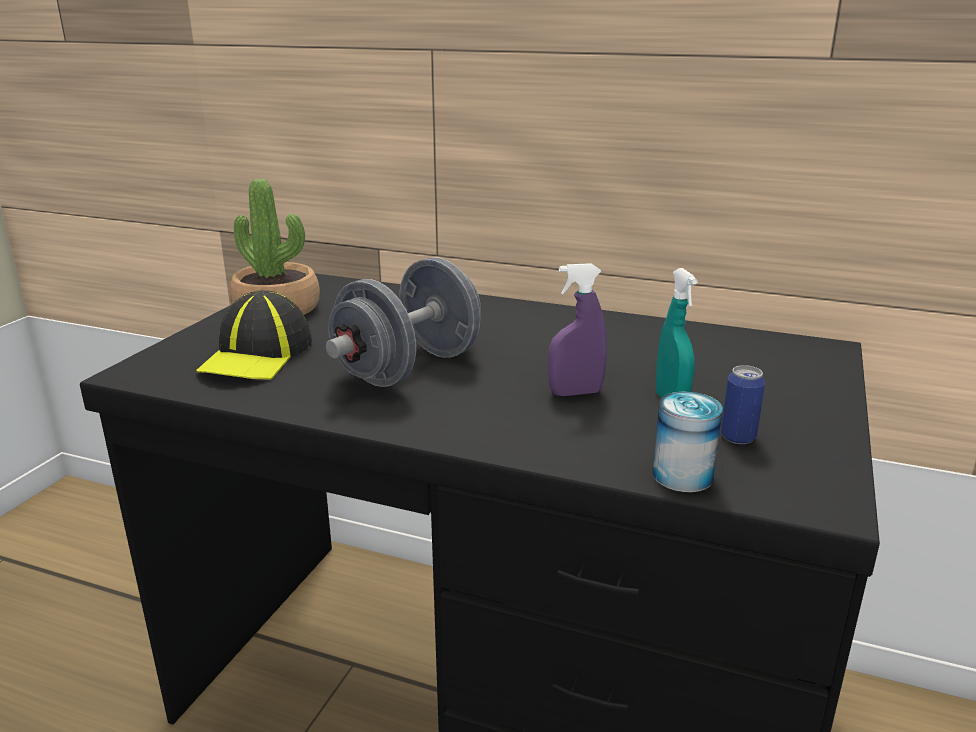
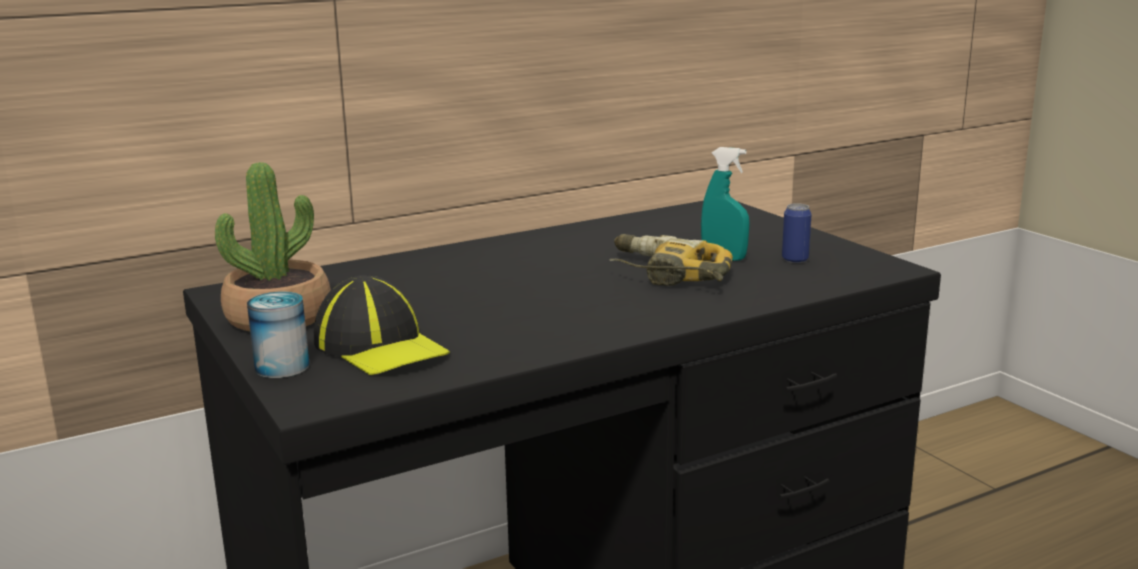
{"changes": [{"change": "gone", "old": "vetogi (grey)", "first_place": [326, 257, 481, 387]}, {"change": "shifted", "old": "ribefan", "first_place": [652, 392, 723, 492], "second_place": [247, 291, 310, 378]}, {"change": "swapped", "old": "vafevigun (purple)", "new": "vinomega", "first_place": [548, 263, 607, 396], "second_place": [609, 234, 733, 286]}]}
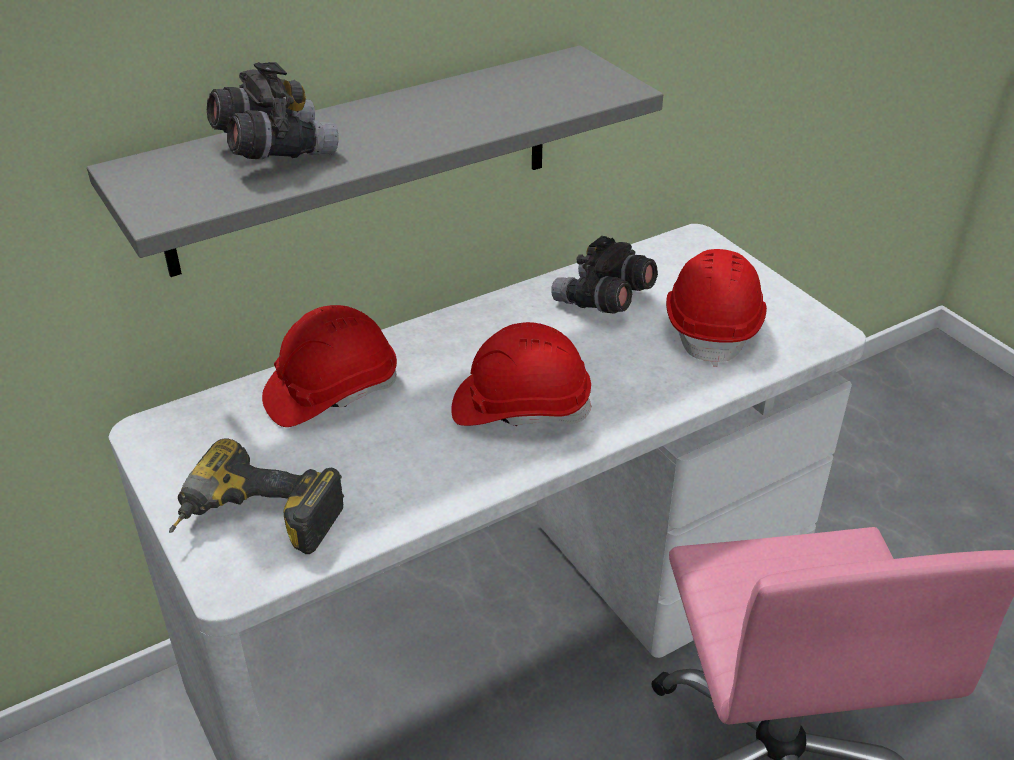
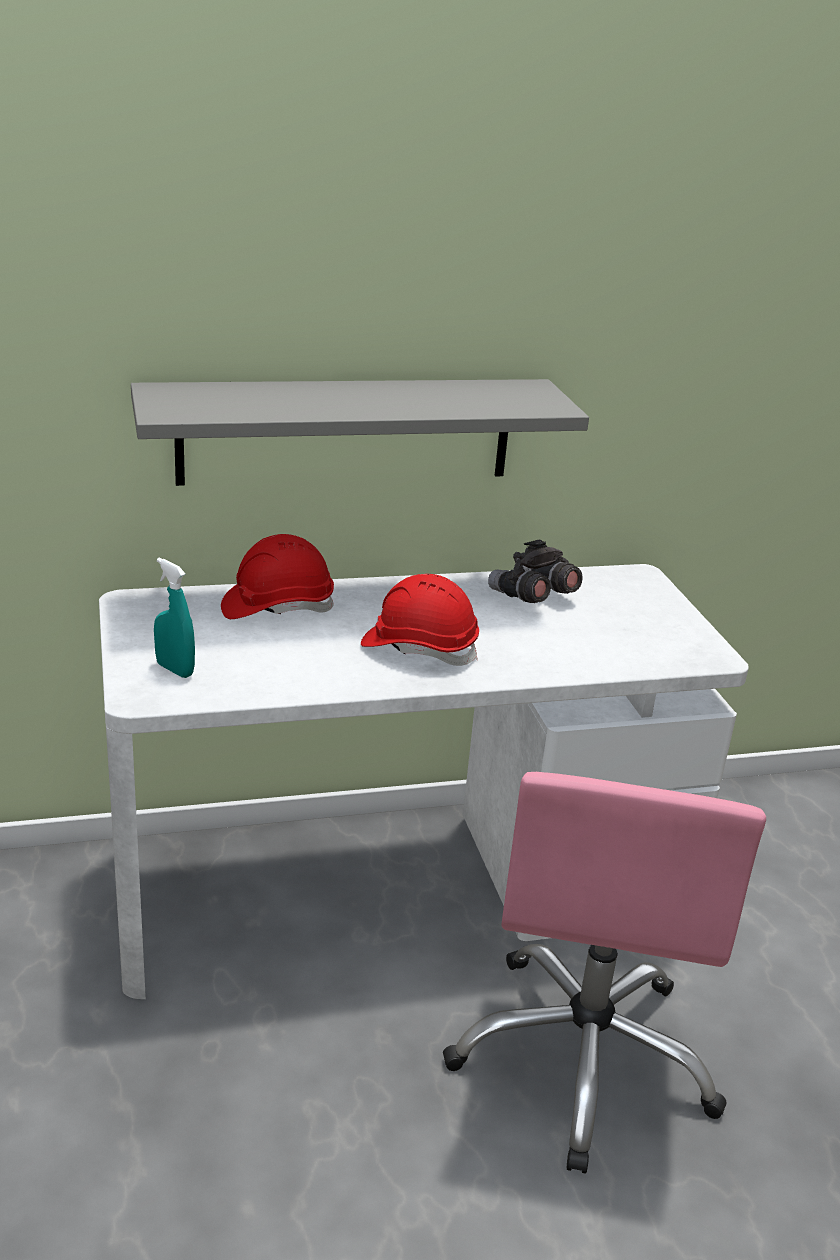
{"changes": [{"change": "gone", "old": "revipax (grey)", "first_place": [207, 62, 338, 160]}, {"change": "gone", "old": "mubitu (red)", "first_place": [666, 249, 767, 367]}, {"change": "swapped", "old": "vinomega", "new": "vafevigun (turquoise)", "first_place": [169, 438, 344, 554], "second_place": [154, 558, 195, 678]}]}
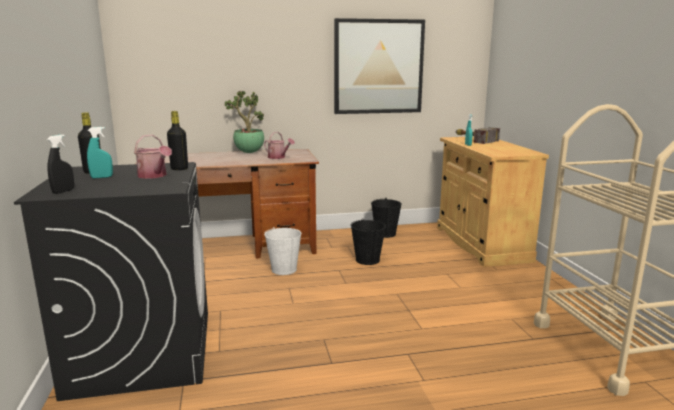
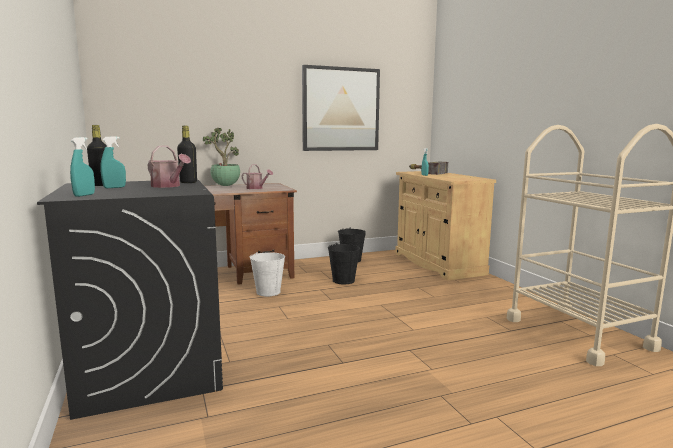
{"changes": [{"change": "repainted", "old": "vafevigun (black)", "new": "vafevigun (turquoise)", "first_place": [47, 135, 74, 194], "second_place": [70, 137, 95, 197]}]}
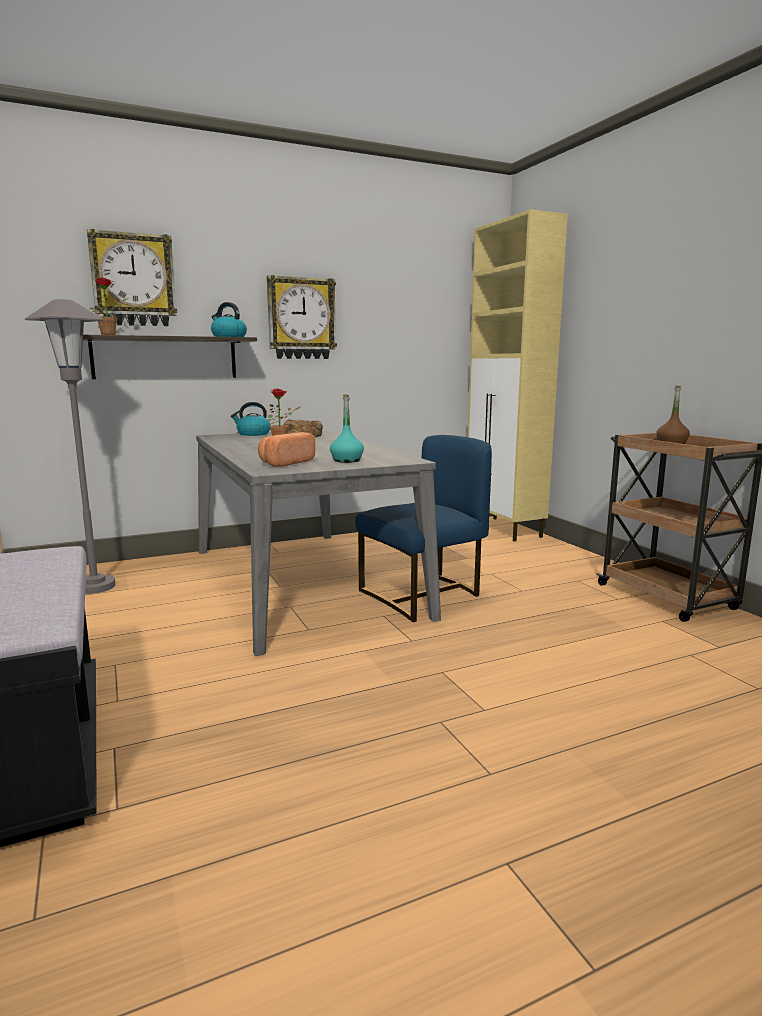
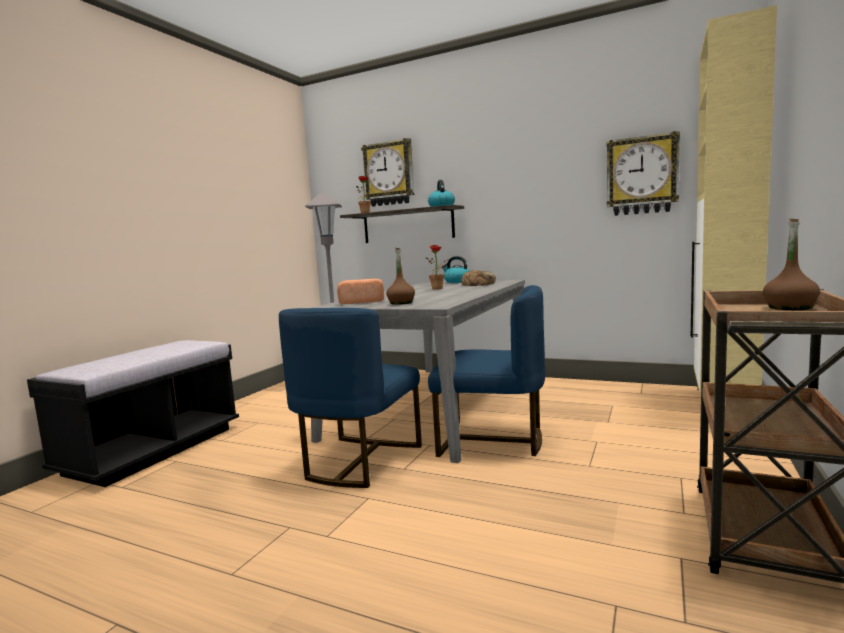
{"changes": [{"change": "new", "new": "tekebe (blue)", "second_place": [279, 308, 422, 488]}, {"change": "shifted", "old": "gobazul", "first_place": [267, 275, 337, 359], "second_place": [606, 131, 680, 216]}, {"change": "repainted", "old": "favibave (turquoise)", "new": "favibave (brown)", "first_place": [330, 395, 364, 463], "second_place": [386, 248, 415, 305]}]}
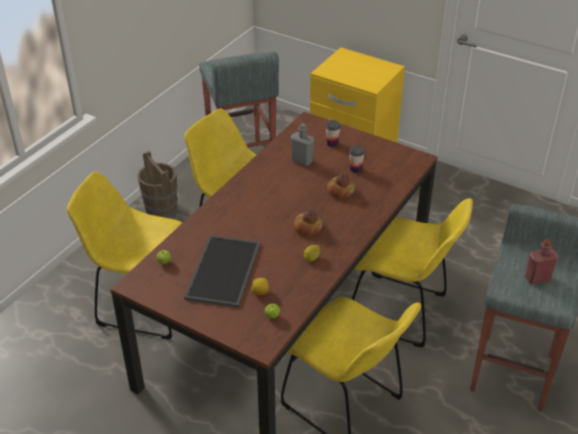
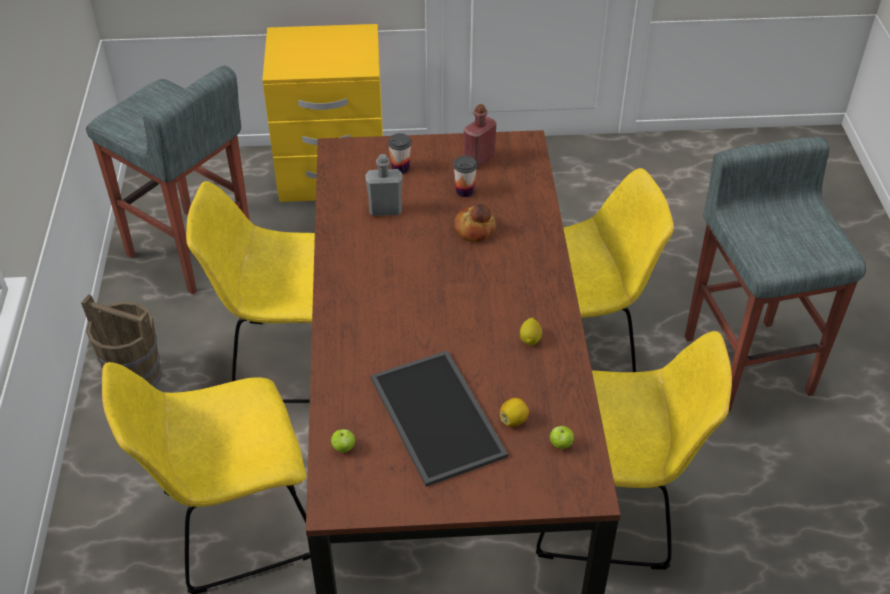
{"changes": [{"change": "gone", "old": "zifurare", "first_place": [293, 210, 322, 236]}, {"change": "shifted", "old": "favibave (red)", "first_place": [525, 239, 558, 284], "second_place": [464, 104, 496, 168]}]}
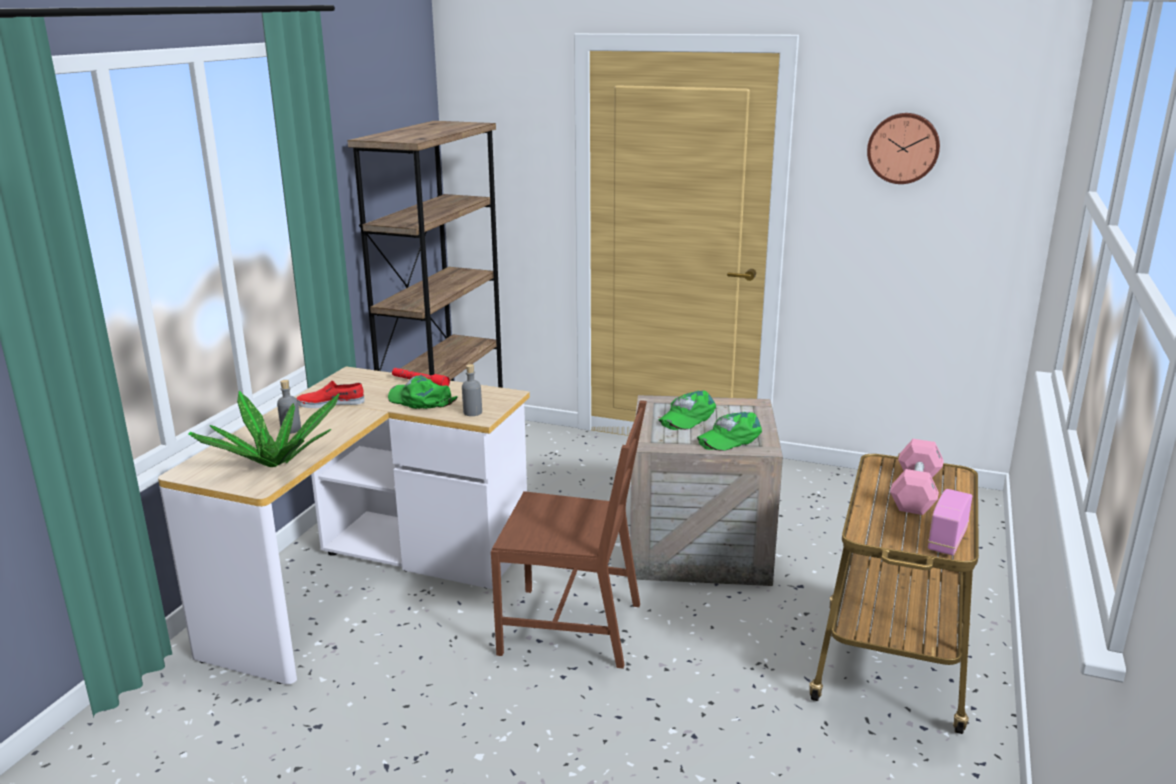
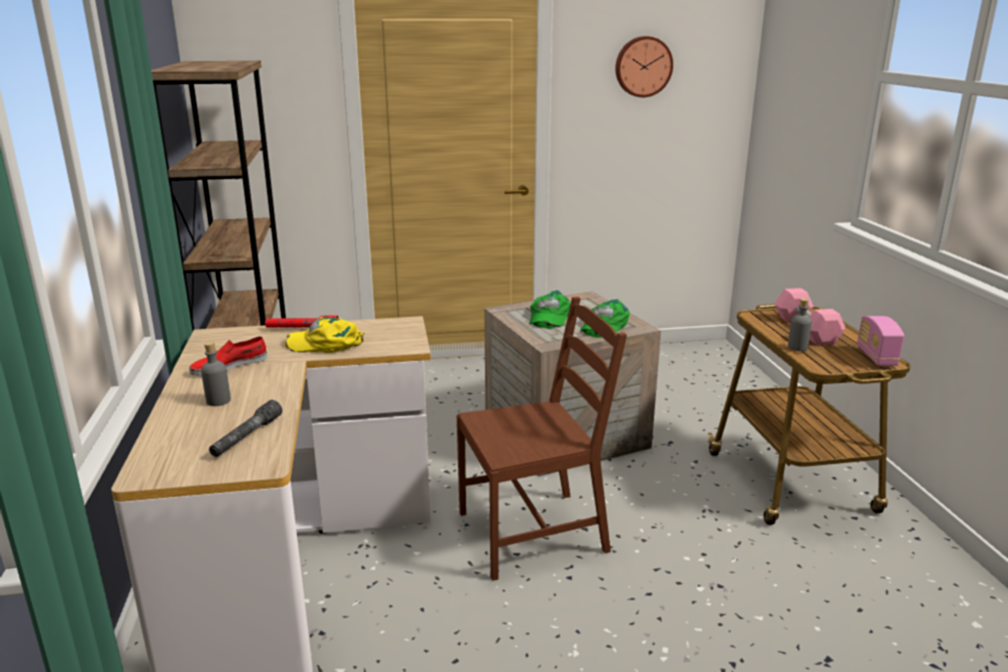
{"changes": [{"change": "shifted", "old": "favibave (grey)", "first_place": [462, 364, 482, 416], "second_place": [788, 298, 812, 351]}, {"change": "swapped", "old": "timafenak", "new": "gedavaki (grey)", "first_place": [189, 391, 339, 467], "second_place": [209, 400, 282, 457]}, {"change": "repainted", "old": "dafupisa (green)", "new": "dafupisa (yellow)", "first_place": [388, 375, 458, 409], "second_place": [285, 317, 364, 353]}]}
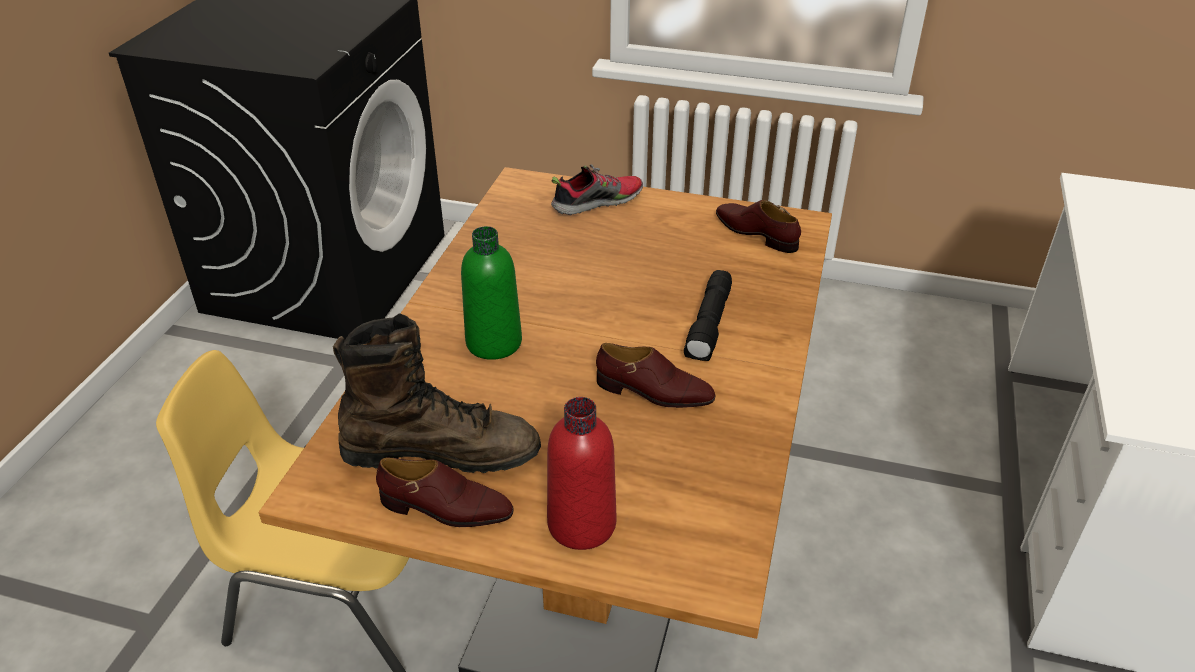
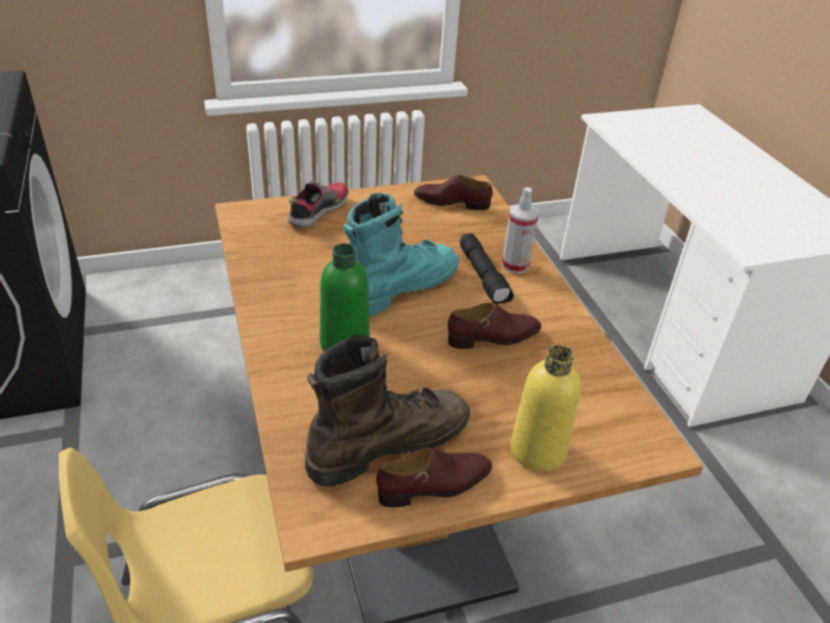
{"changes": [{"change": "new", "new": "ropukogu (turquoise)", "second_place": [343, 193, 459, 317]}, {"change": "new", "new": "vafevigun", "second_place": [502, 187, 539, 274]}, {"change": "repainted", "old": "favibave (red)", "new": "favibave (yellow)", "first_place": [547, 397, 616, 550], "second_place": [511, 345, 581, 472]}]}
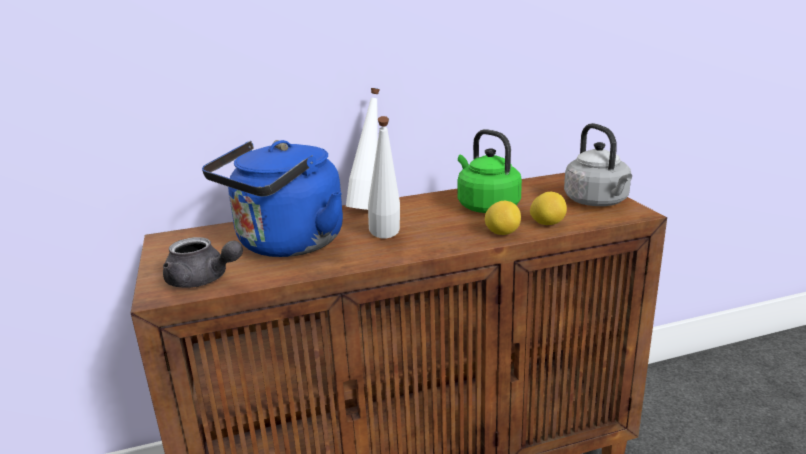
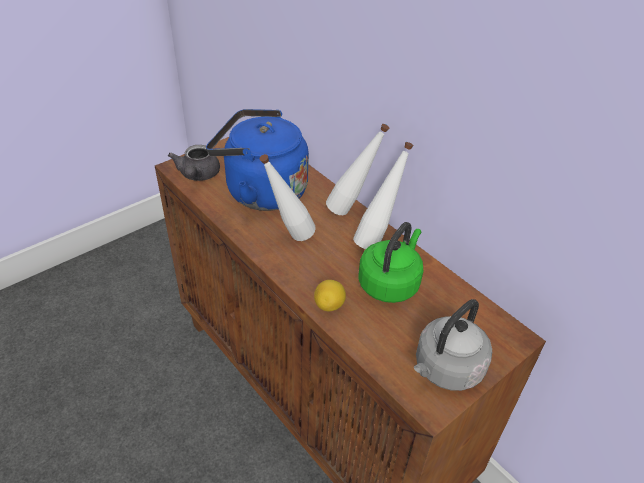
{"changes": [{"change": "gone", "old": "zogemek", "first_place": [530, 192, 567, 225]}, {"change": "new", "new": "favibave (white)", "second_place": [353, 142, 414, 249]}]}
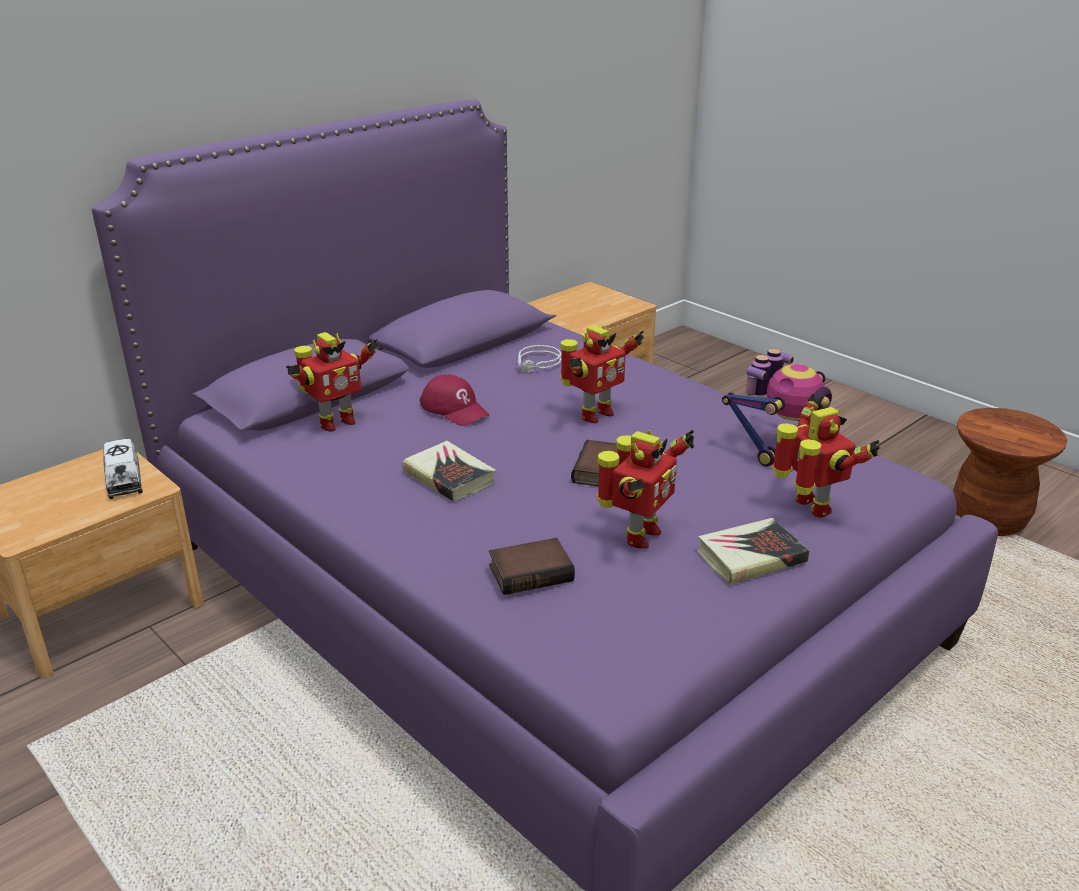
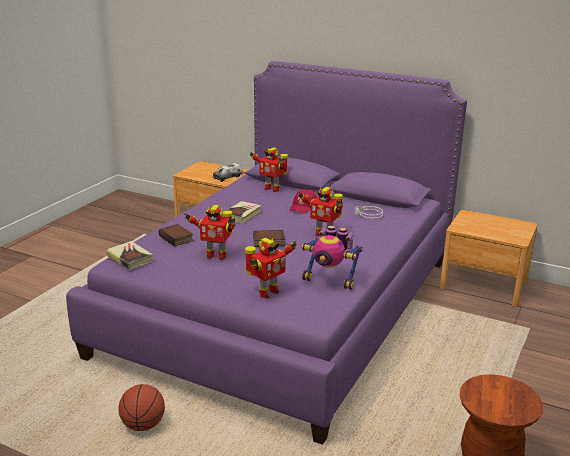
{"changes": [{"change": "new", "new": "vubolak", "second_place": [118, 384, 165, 431]}, {"change": "shifted", "old": "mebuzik", "first_place": [697, 518, 810, 585], "second_place": [106, 241, 153, 270]}]}
